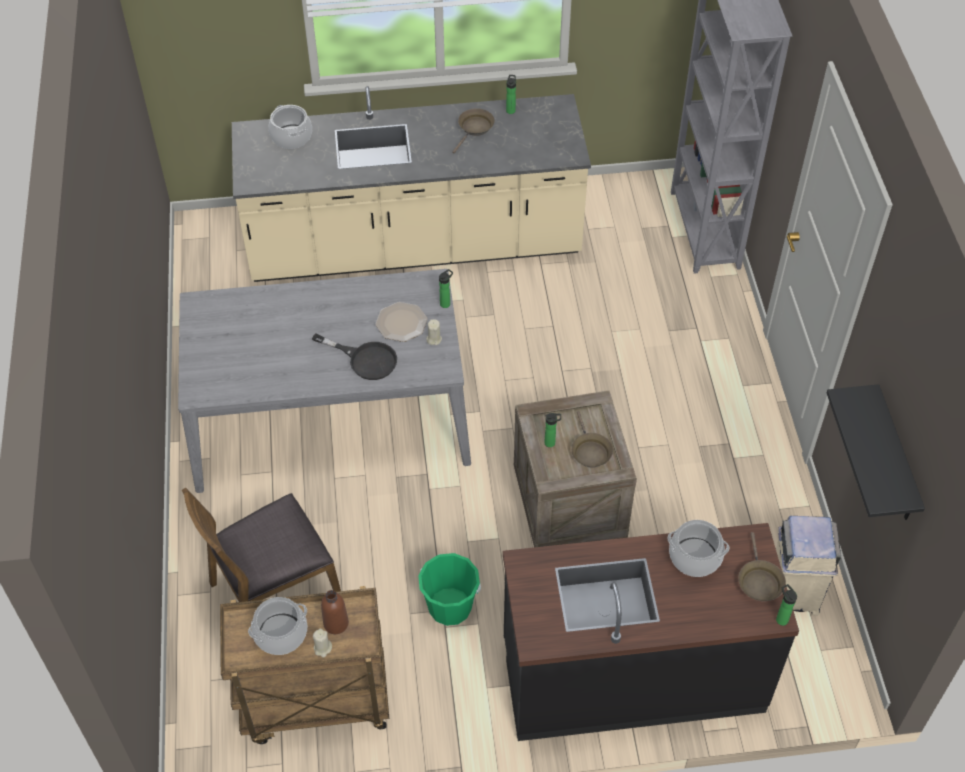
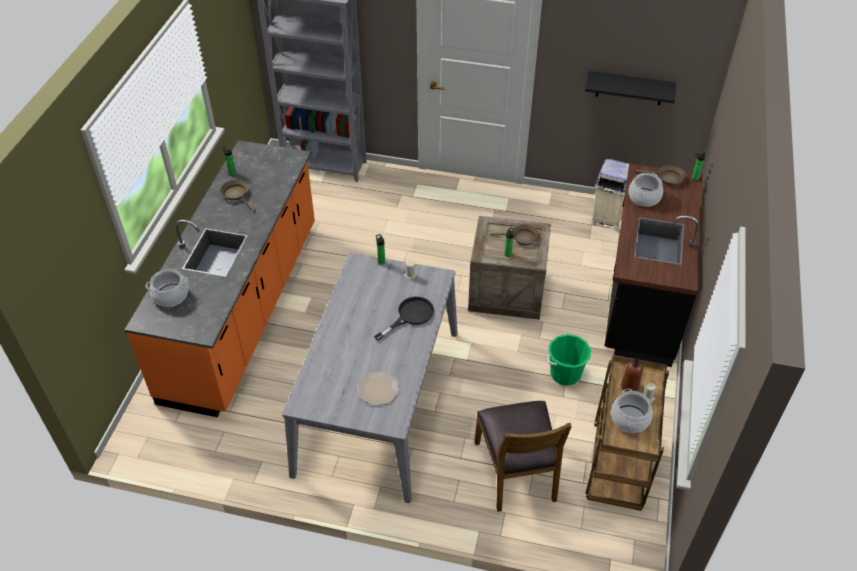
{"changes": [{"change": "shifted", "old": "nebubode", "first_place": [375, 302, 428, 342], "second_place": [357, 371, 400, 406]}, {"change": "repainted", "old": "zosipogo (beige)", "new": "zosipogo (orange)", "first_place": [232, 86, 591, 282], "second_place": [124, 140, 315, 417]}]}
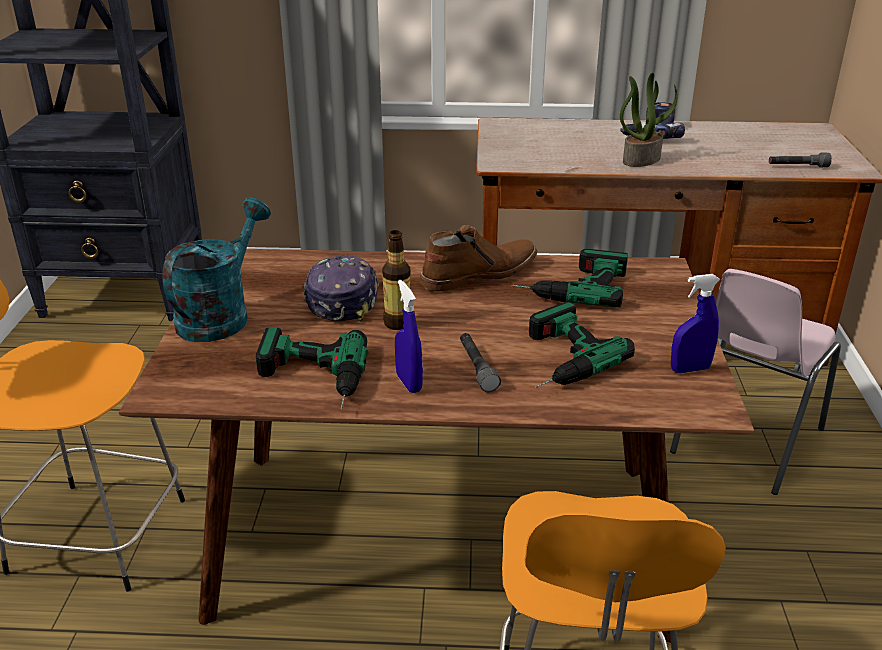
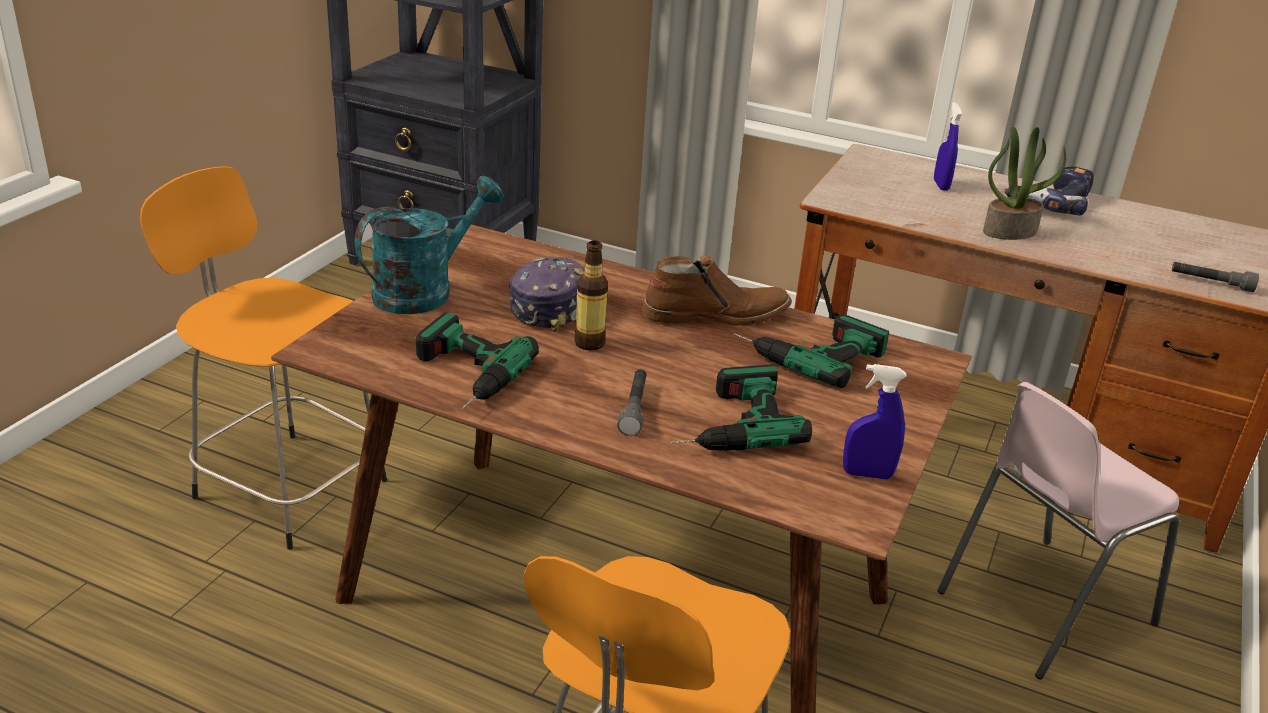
{"changes": [{"change": "shifted", "old": "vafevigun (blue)", "first_place": [395, 280, 423, 393], "second_place": [934, 102, 962, 191]}]}
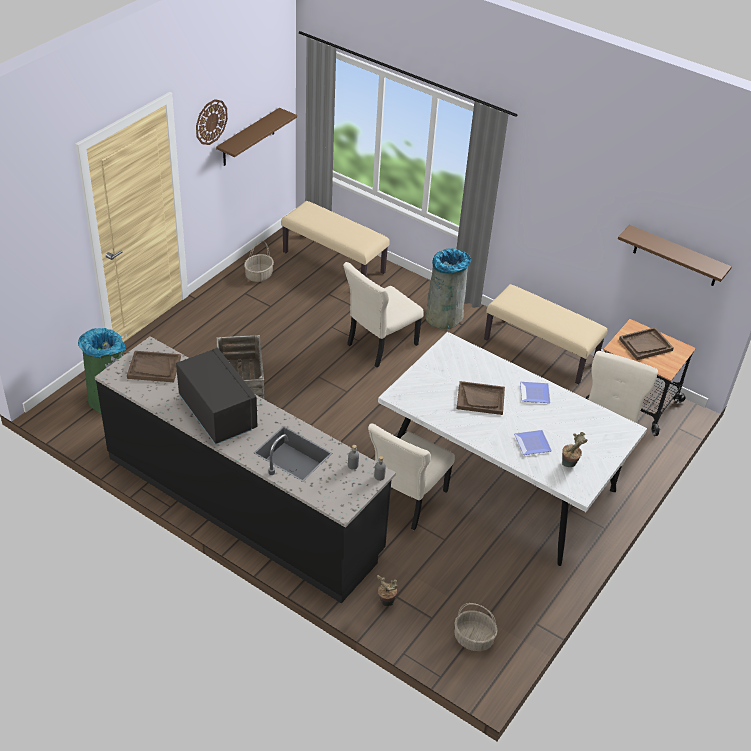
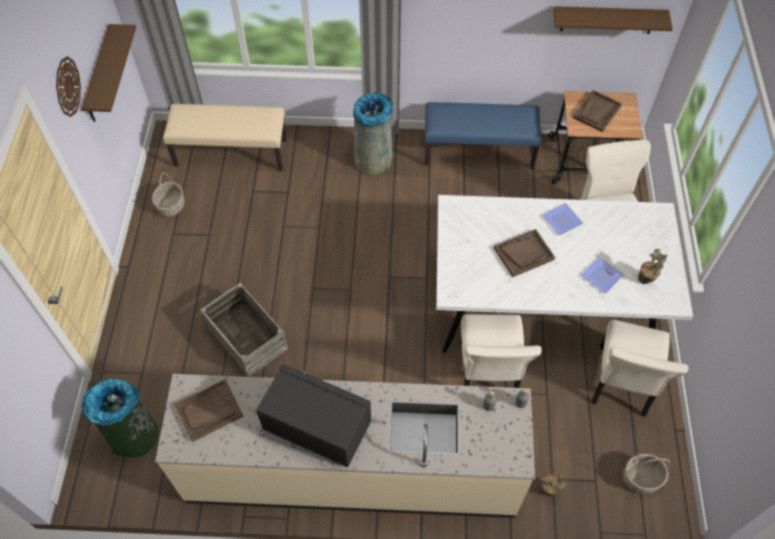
{"changes": [{"change": "shifted", "old": "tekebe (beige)", "first_place": [343, 262, 424, 368], "second_place": [591, 319, 689, 417]}, {"change": "repainted", "old": "zosipogo (black)", "new": "zosipogo (beige)", "first_place": [95, 336, 396, 603], "second_place": [155, 374, 535, 518]}, {"change": "repainted", "old": "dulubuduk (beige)", "new": "dulubuduk (blue)", "first_place": [484, 284, 607, 385], "second_place": [425, 102, 542, 169]}]}
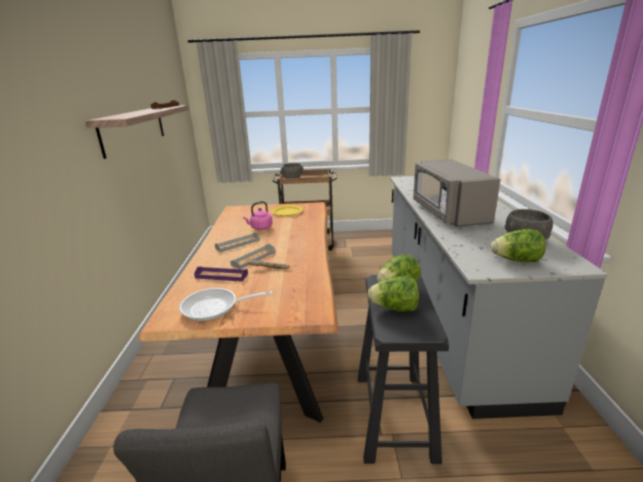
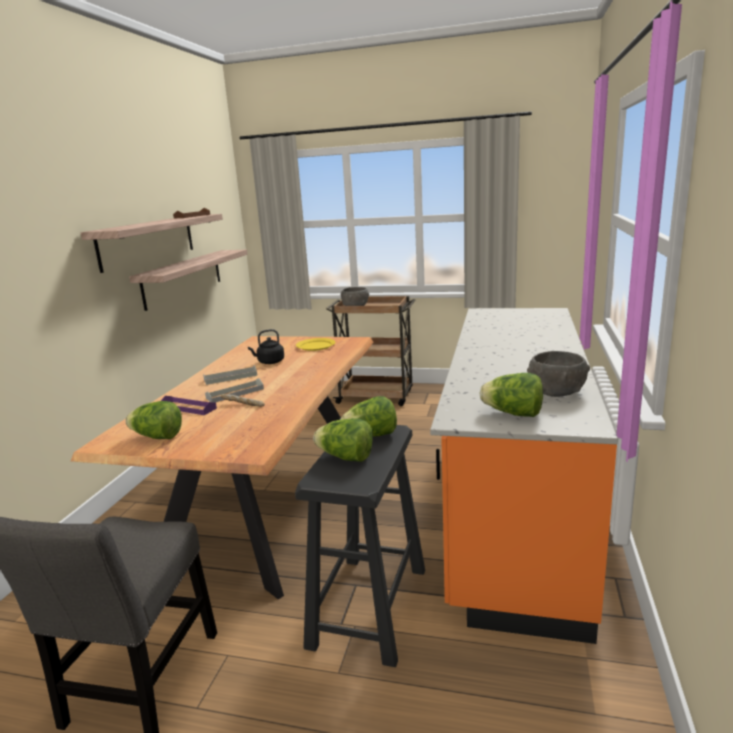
{"changes": [{"change": "gone", "old": "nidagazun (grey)", "first_place": [413, 159, 501, 227]}, {"change": "new", "new": "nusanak", "second_place": [129, 250, 248, 311]}, {"change": "swapped", "old": "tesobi", "new": "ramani", "first_place": [179, 288, 273, 321], "second_place": [126, 401, 182, 439]}, {"change": "repainted", "old": "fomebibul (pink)", "new": "fomebibul (black)", "first_place": [243, 201, 272, 230], "second_place": [248, 329, 284, 364]}, {"change": "repainted", "old": "zosipogo (grey)", "new": "zosipogo (orange)", "first_place": [390, 176, 608, 419], "second_place": [430, 308, 618, 644]}]}
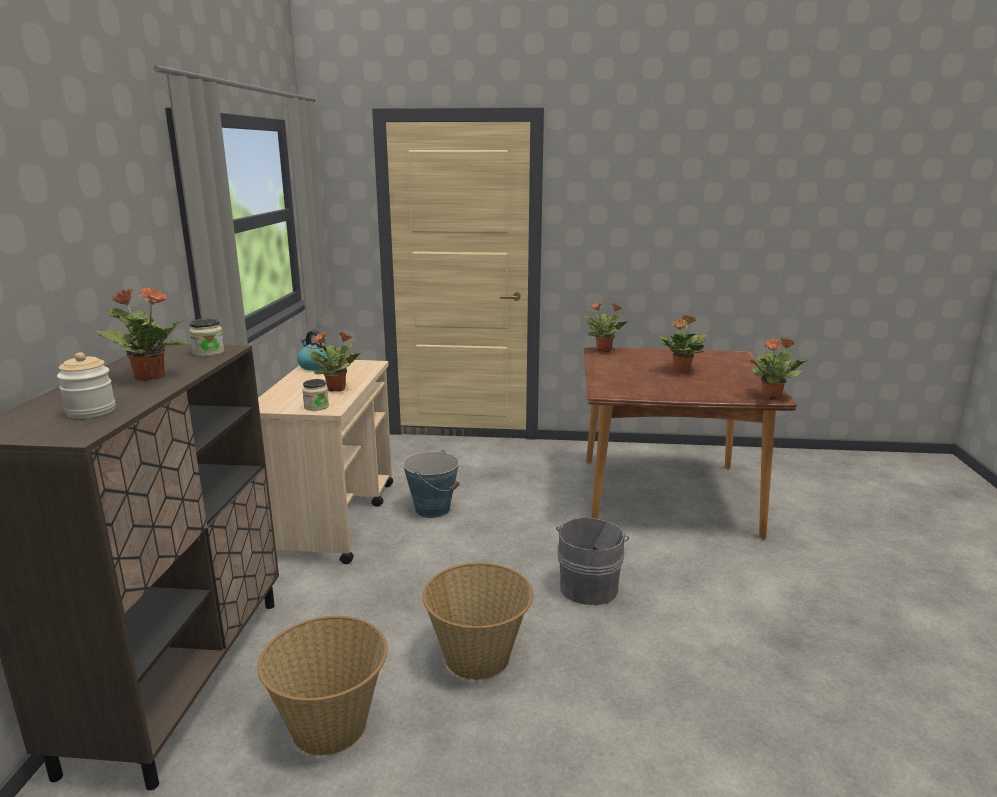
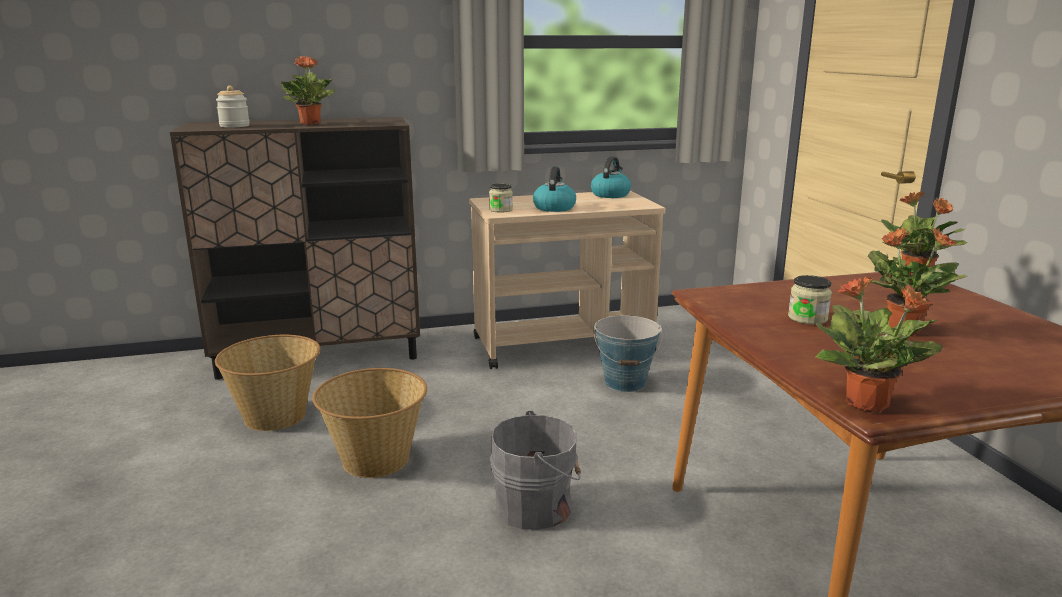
{"changes": [{"change": "shifted", "old": "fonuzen", "first_place": [189, 319, 225, 357], "second_place": [788, 275, 832, 325]}, {"change": "swapped", "old": "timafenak", "new": "fomebibul", "first_place": [307, 331, 361, 392], "second_place": [533, 166, 576, 212]}]}
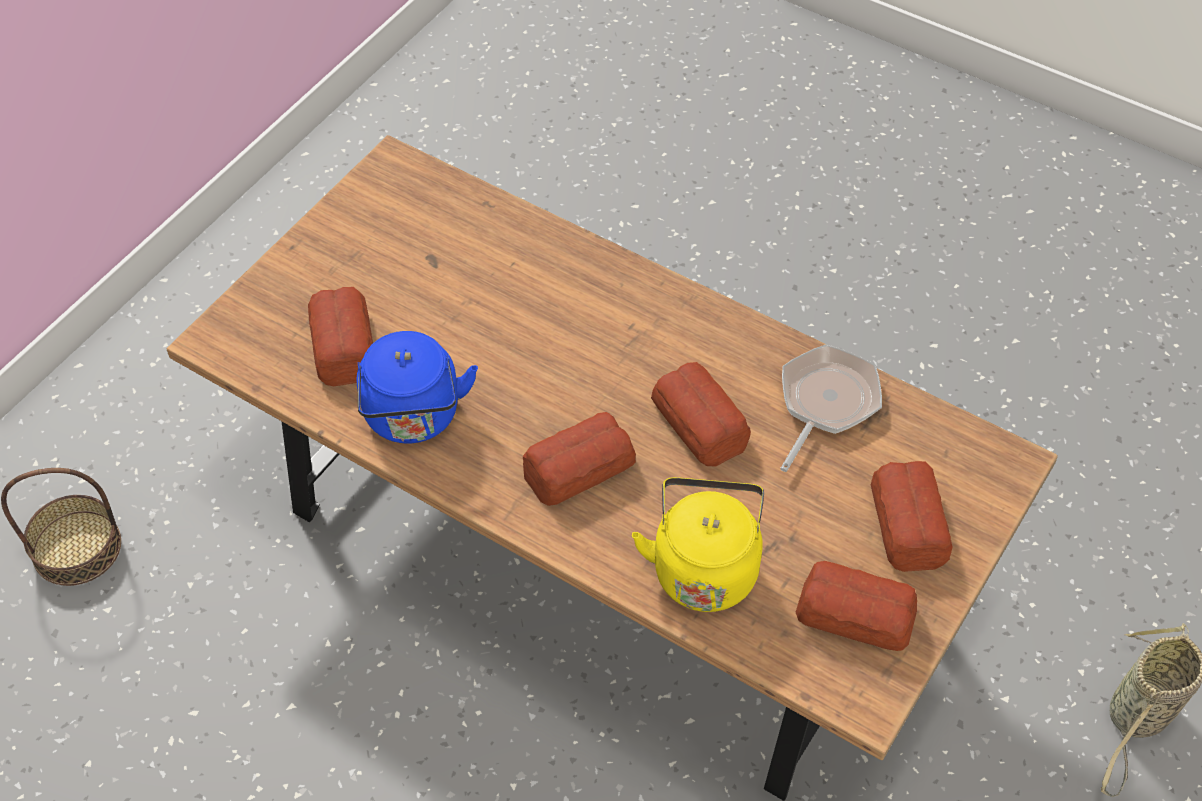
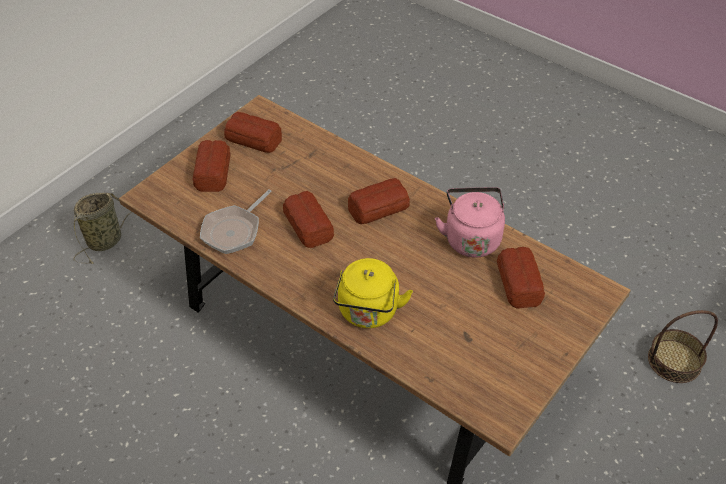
{"changes": [{"change": "shifted", "old": "fomebibul (yellow)", "first_place": [632, 477, 764, 612], "second_place": [333, 258, 413, 328]}, {"change": "repainted", "old": "fomebibul (blue)", "new": "fomebibul (pink)", "first_place": [356, 331, 478, 444], "second_place": [435, 187, 505, 257]}]}
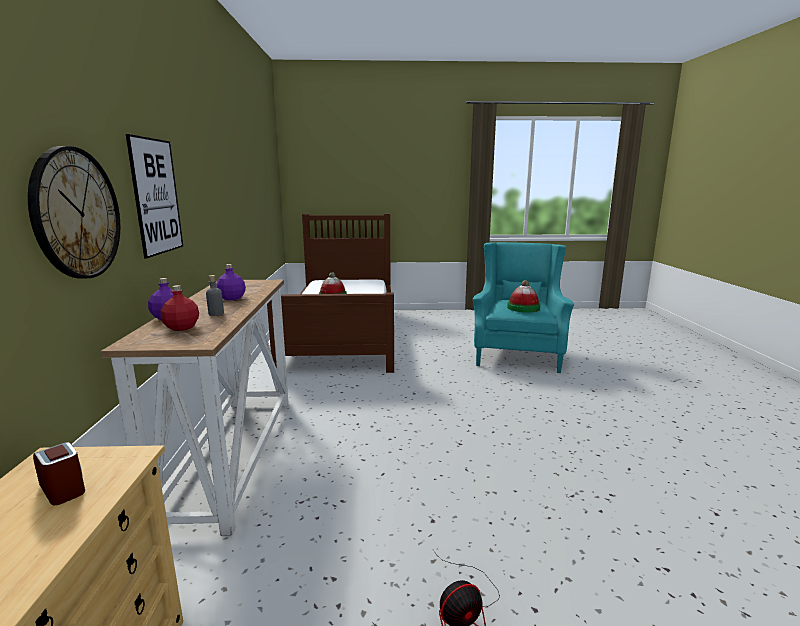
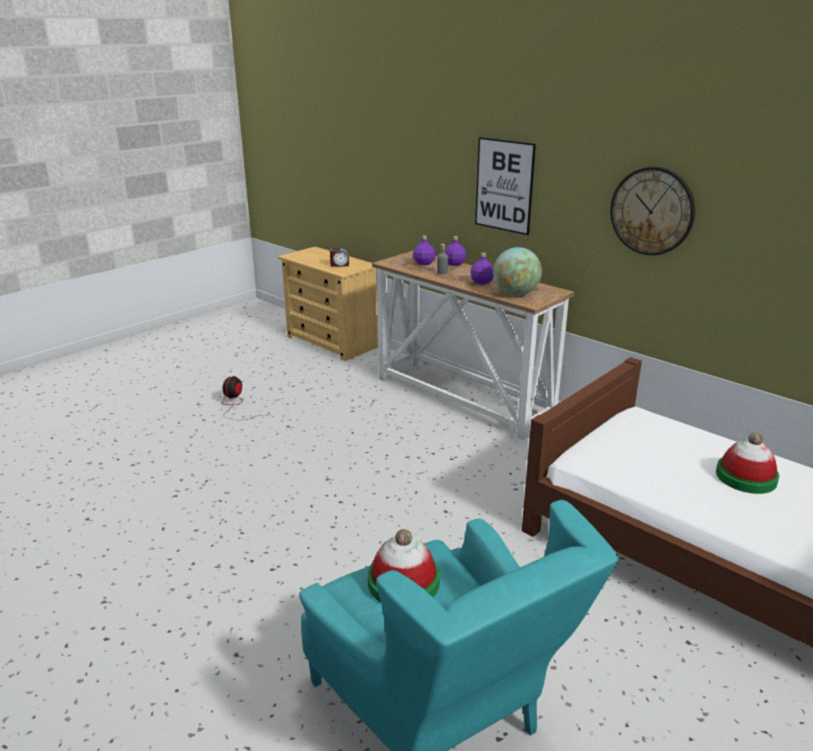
{"changes": [{"change": "new", "new": "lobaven", "second_place": [493, 247, 542, 296]}, {"change": "shifted", "old": "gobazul", "first_place": [28, 146, 120, 278], "second_place": [610, 167, 695, 255]}, {"change": "repainted", "old": "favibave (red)", "new": "favibave (purple)", "first_place": [161, 285, 199, 331], "second_place": [413, 235, 436, 265]}]}
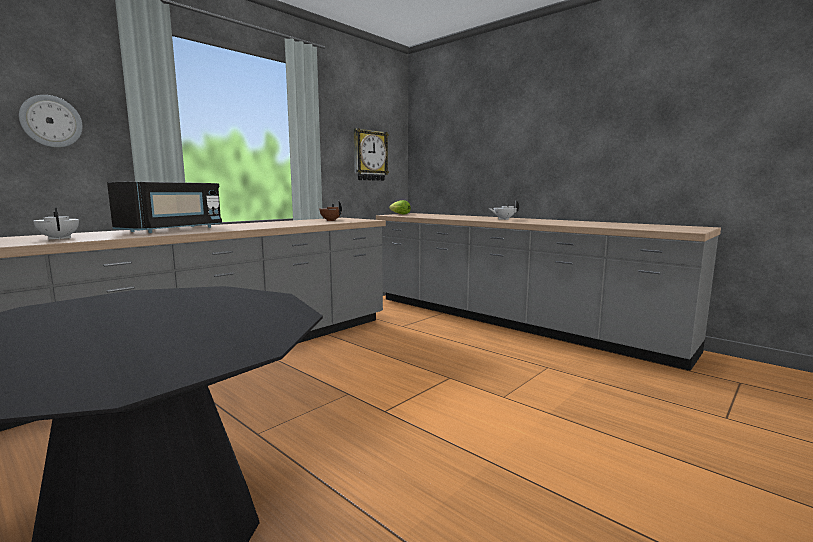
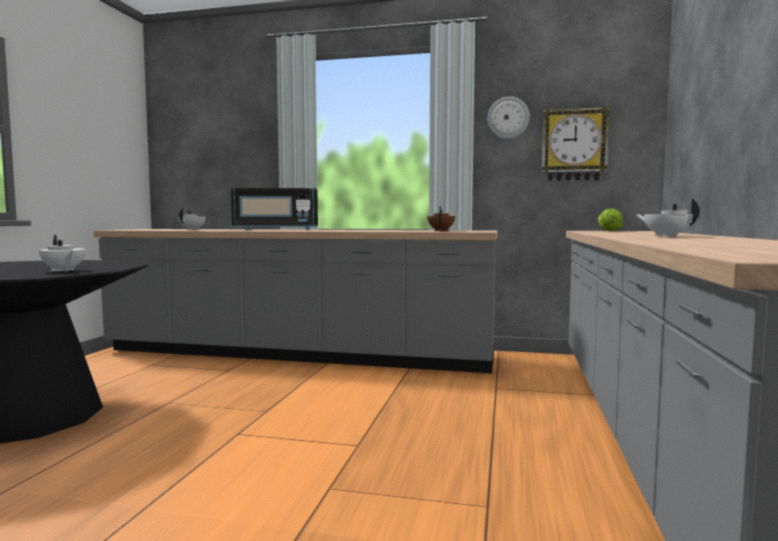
{"changes": [{"change": "new", "new": "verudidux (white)", "second_place": [38, 235, 86, 272]}, {"change": "shifted", "old": "gobazul", "first_place": [19, 95, 83, 147], "second_place": [487, 96, 530, 139]}]}
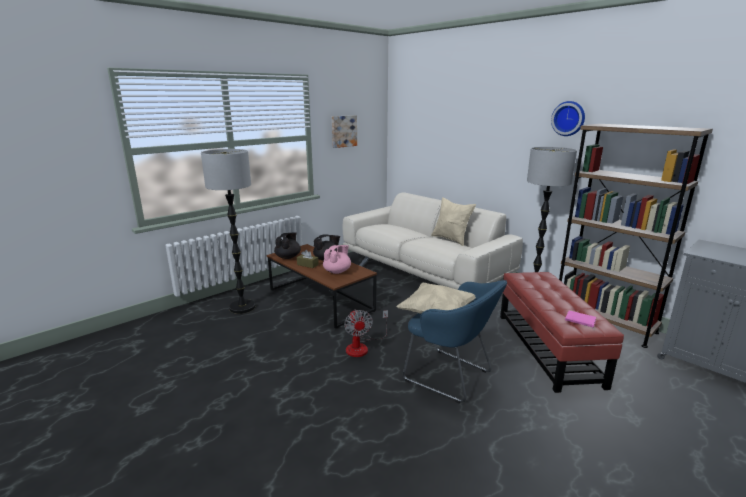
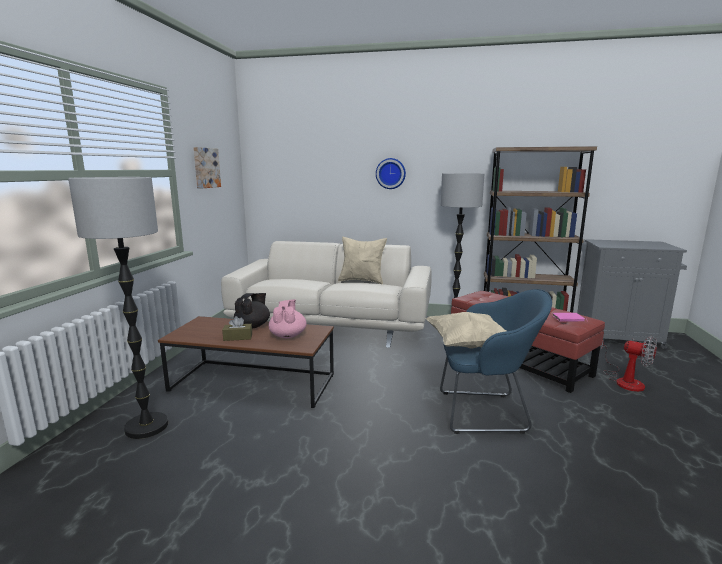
{"changes": [{"change": "gone", "old": "verudidux (black)", "first_place": [274, 232, 301, 259]}, {"change": "shifted", "old": "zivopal", "first_place": [344, 309, 388, 357], "second_place": [601, 336, 657, 392]}, {"change": "shifted", "old": "gobazul", "first_place": [551, 101, 585, 136], "second_place": [376, 158, 406, 189]}]}
